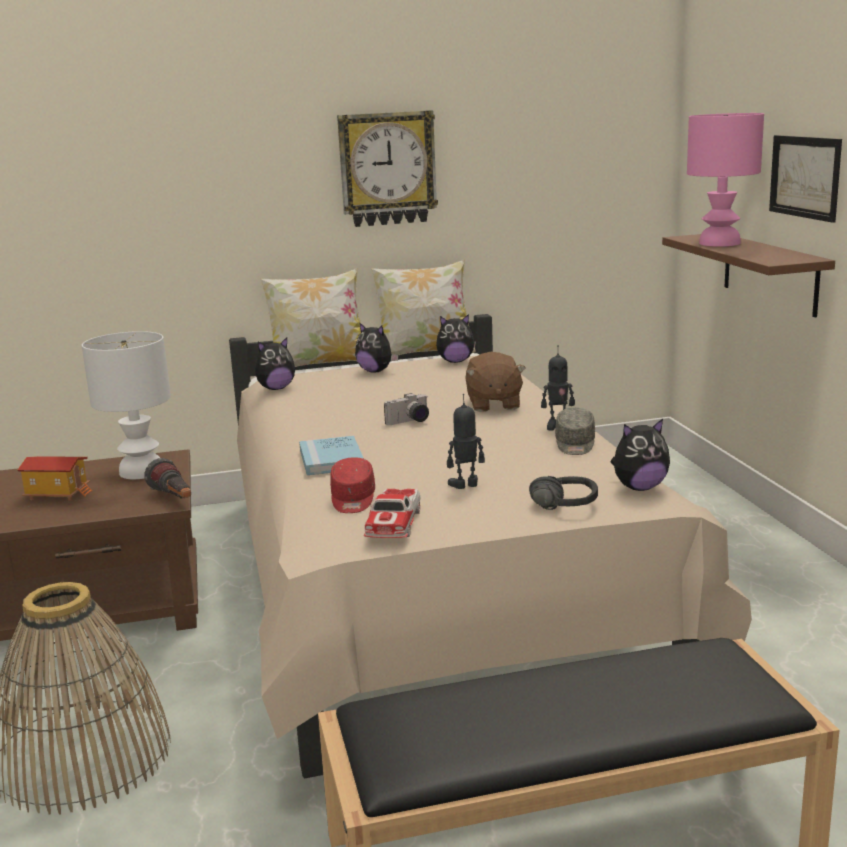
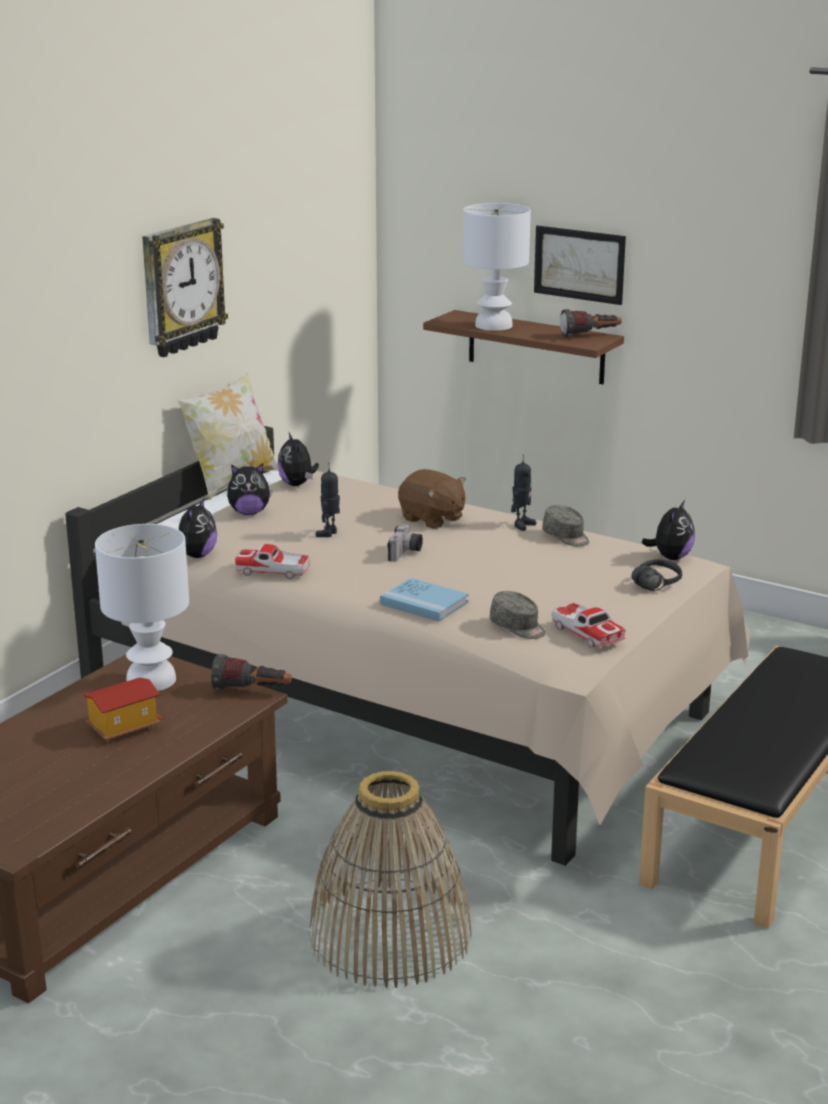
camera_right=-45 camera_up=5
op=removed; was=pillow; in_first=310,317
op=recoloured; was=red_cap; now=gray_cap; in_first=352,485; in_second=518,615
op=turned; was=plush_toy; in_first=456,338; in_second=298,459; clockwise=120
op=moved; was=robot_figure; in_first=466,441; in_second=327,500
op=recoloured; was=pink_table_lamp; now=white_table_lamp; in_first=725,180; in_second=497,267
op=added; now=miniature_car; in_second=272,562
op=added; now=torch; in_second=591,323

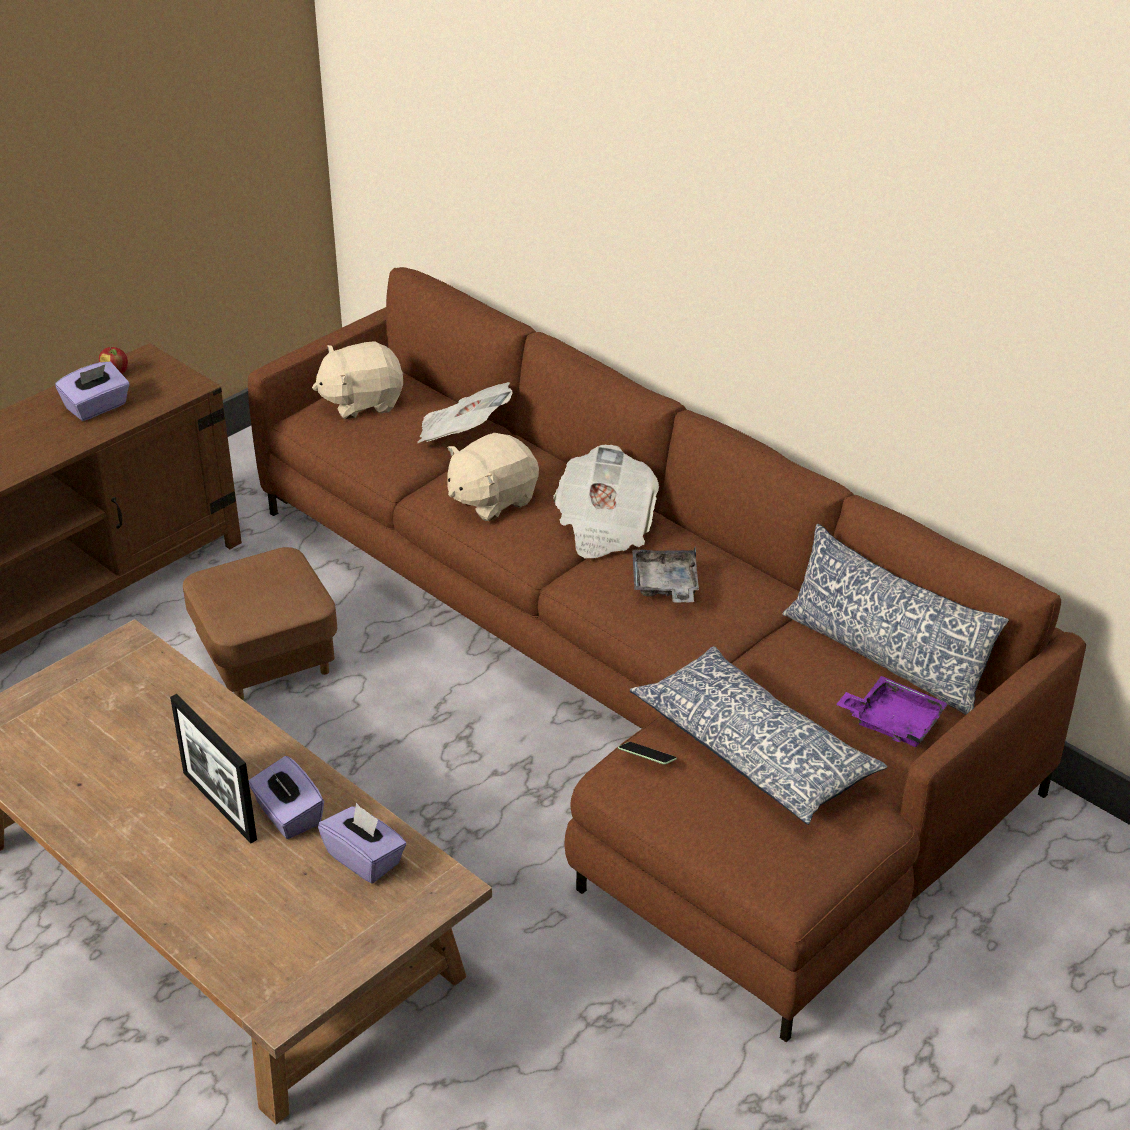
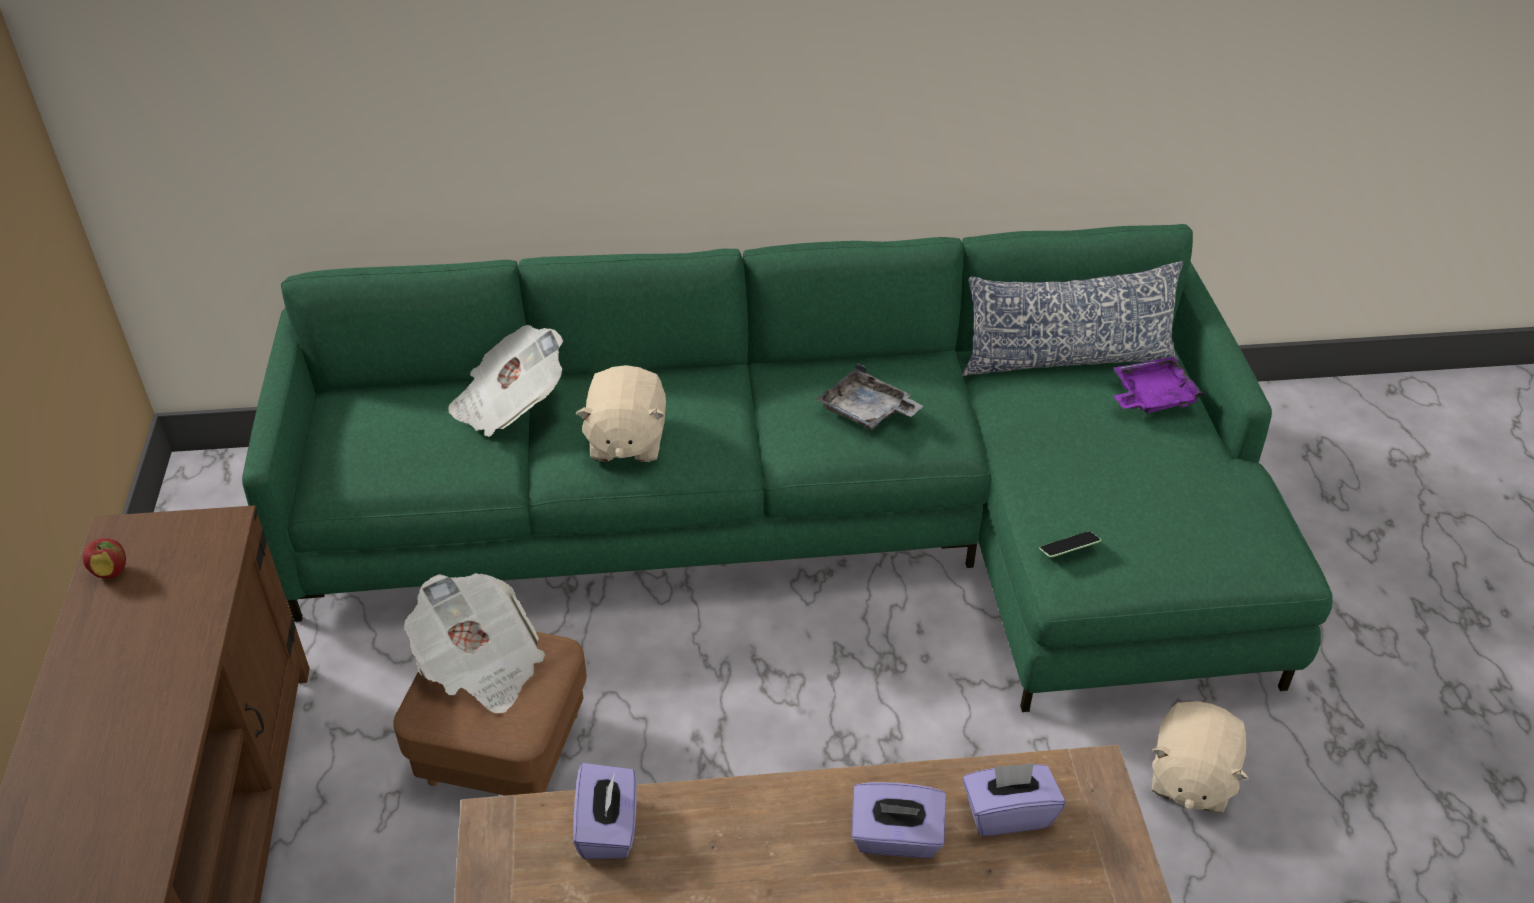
camera_right=-50 camera_up=5
op=moved; was=purple-coloured_tissue_holder; in_first=92,391; in_second=605,811
op=removed; was=standing_frame; in_first=213,768
op=recoloured; was=brown-coloured_settee; now=green_settee; in_first=667,654; in_second=787,468
op=moved; was=beige_plush_toy; in_first=357,380; in_second=1200,757
op=moved; was=newspaper; in_first=606,502; in_second=474,643
op=removed; was=pillow; in_first=758,735

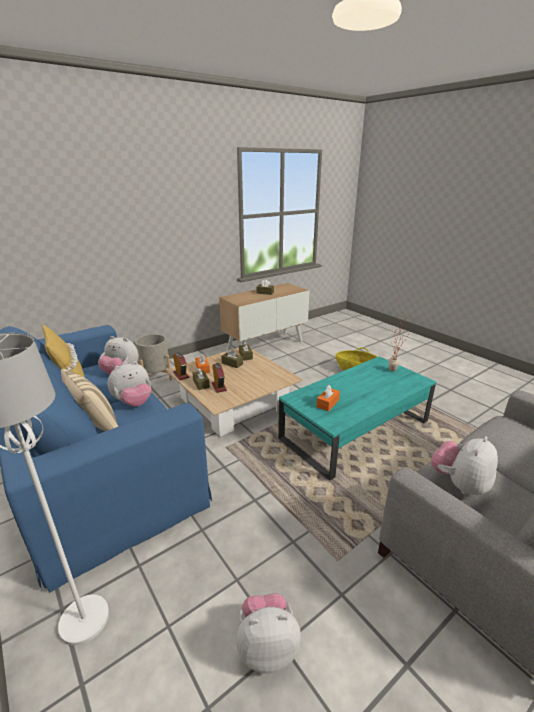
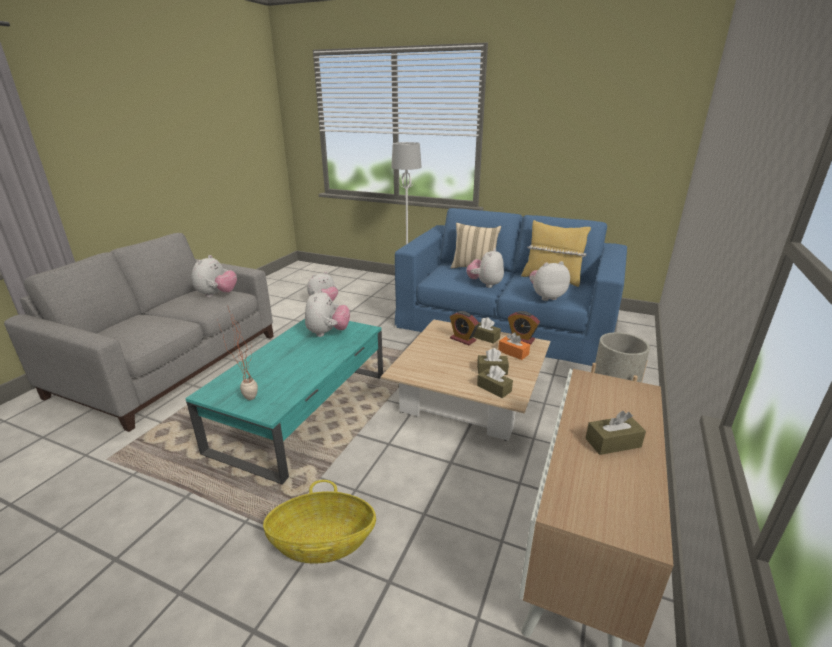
camera_right=150 camera_up=0
op=replaced; was=orange_tissue_holder; now=plush_toy; in_first=328,398; in_second=327,313

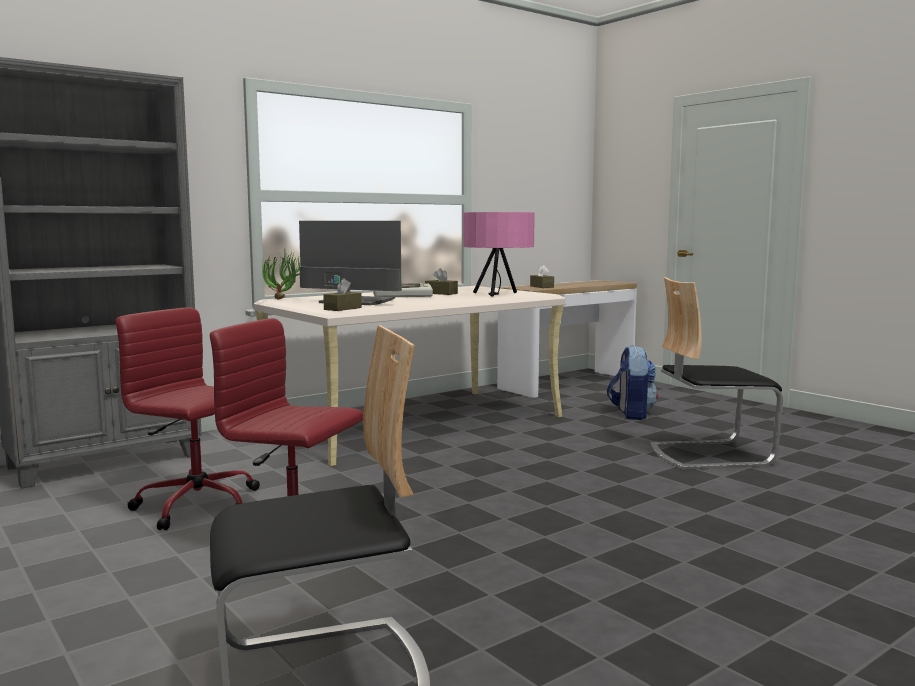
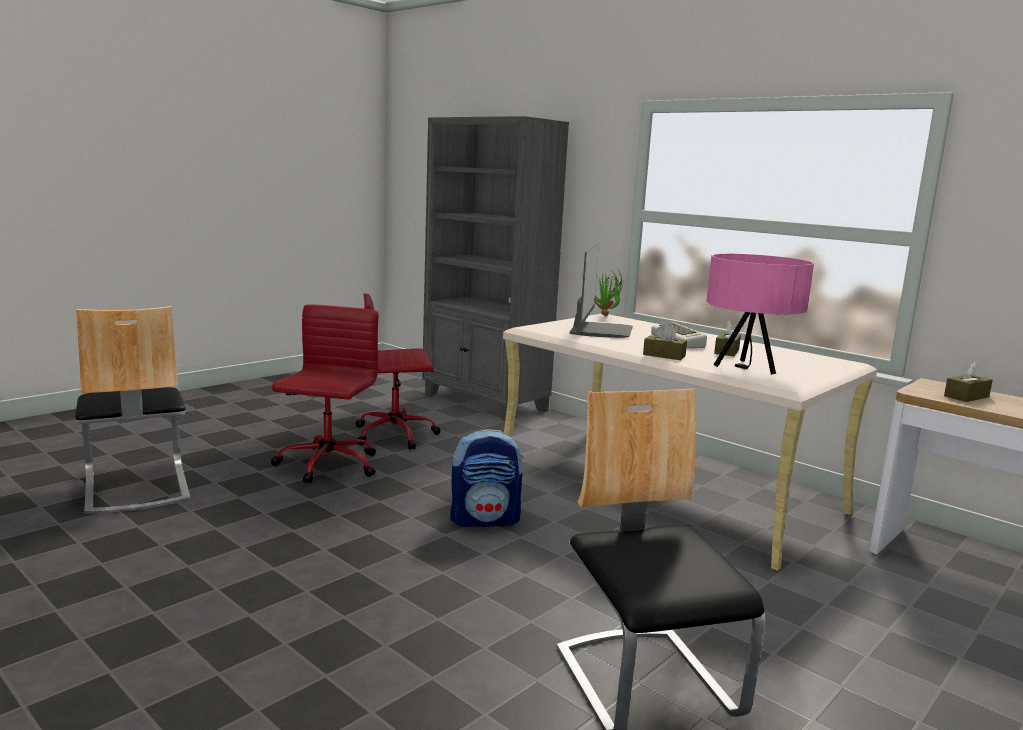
camera_right=80 camera_up=5
op=turned; was=red_office_chair; in_first=188,418; in_second=398,371; clockwise=-120
op=moved; was=brown-coloured_tissue_holder; in_first=342,294; in_second=665,342
op=moved; was=knapsack; in_first=632,382; in_second=487,478

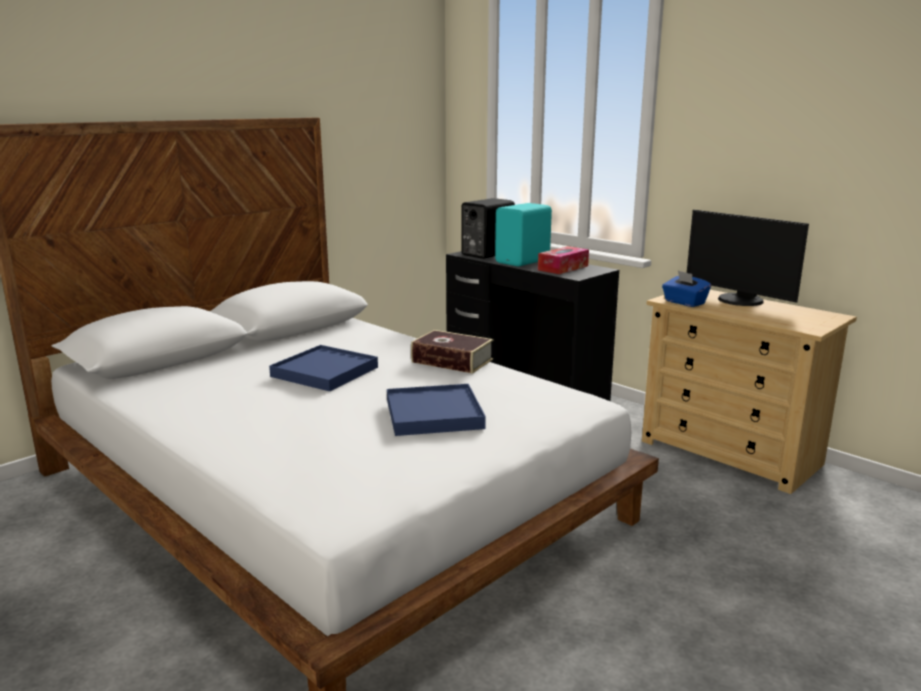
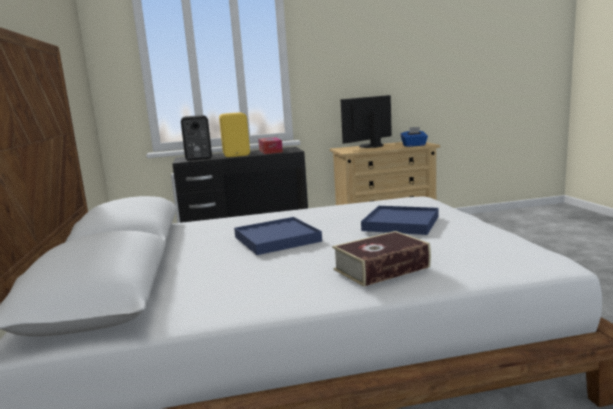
camera_right=-55 camera_up=-5
op=moved; was=bound_book; in_first=452,352; in_second=381,259
op=recoloured; was=turquoise_speaker; now=yellow-coloured_speaker; in_first=523,234; in_second=234,134
op=moved; was=blue_tissue_holder; in_first=686,289; in_second=414,137
op=turned; was=computer_screen; in_first=748,258; in_second=366,121; clockwise=150

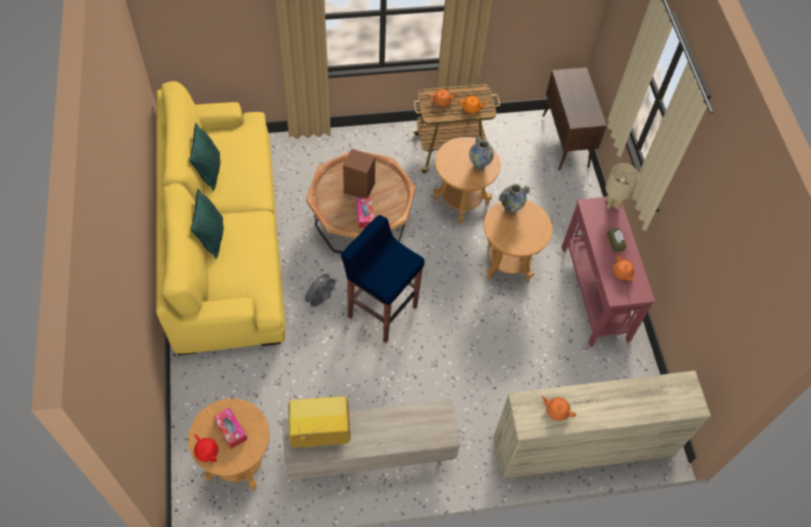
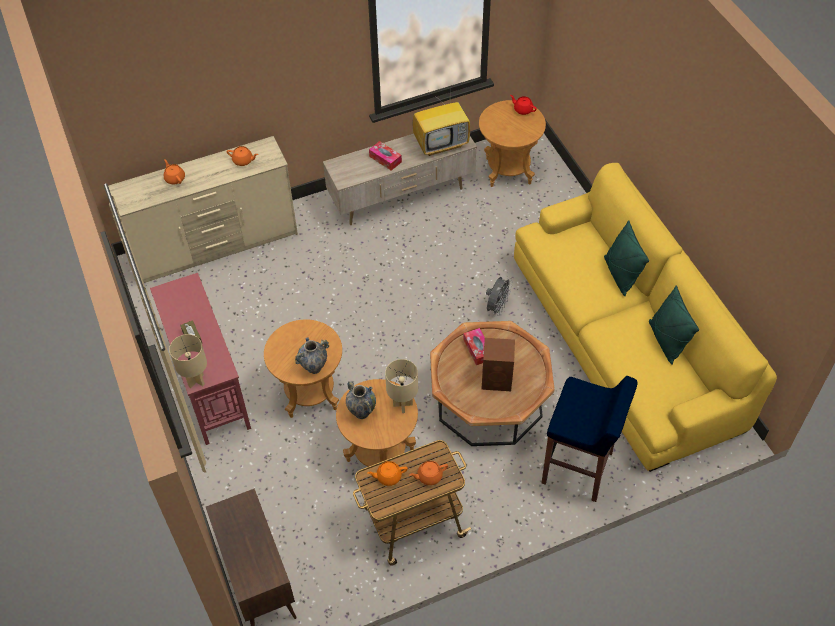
camera_right=170 camera_up=-5
op=moved; was=tissue_holder; in_first=230,428; in_second=385,156
op=moved; was=blue_stool; in_first=383,279; in_second=590,439
op=moved; was=orange_teapot; in_first=623,268; in_second=174,171
op=added; now=beige_table_lamp; in_second=401,386

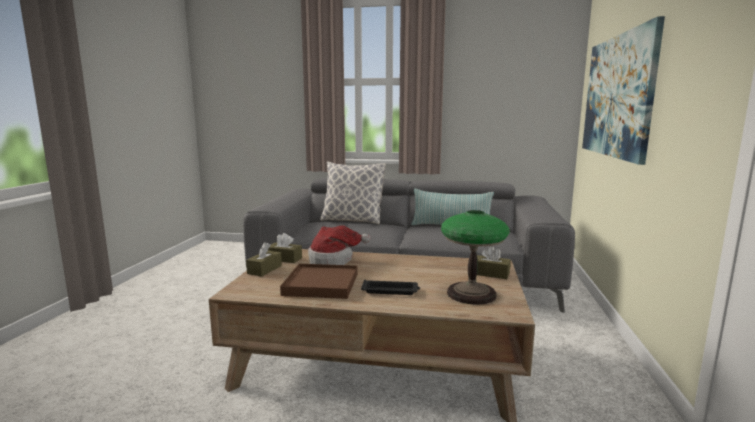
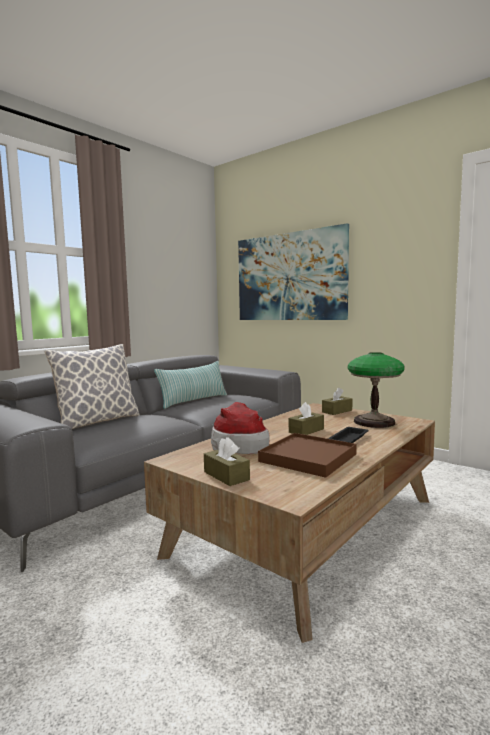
camera_right=-60 camera_up=-5
op=moved; was=brown-coloured_tissue_holder; in_first=285,248; in_second=306,418

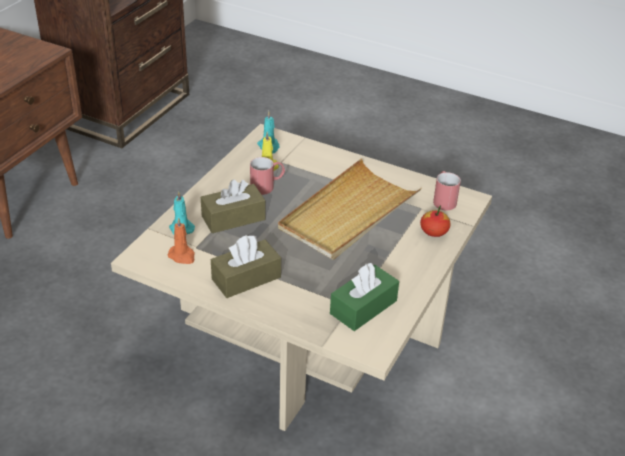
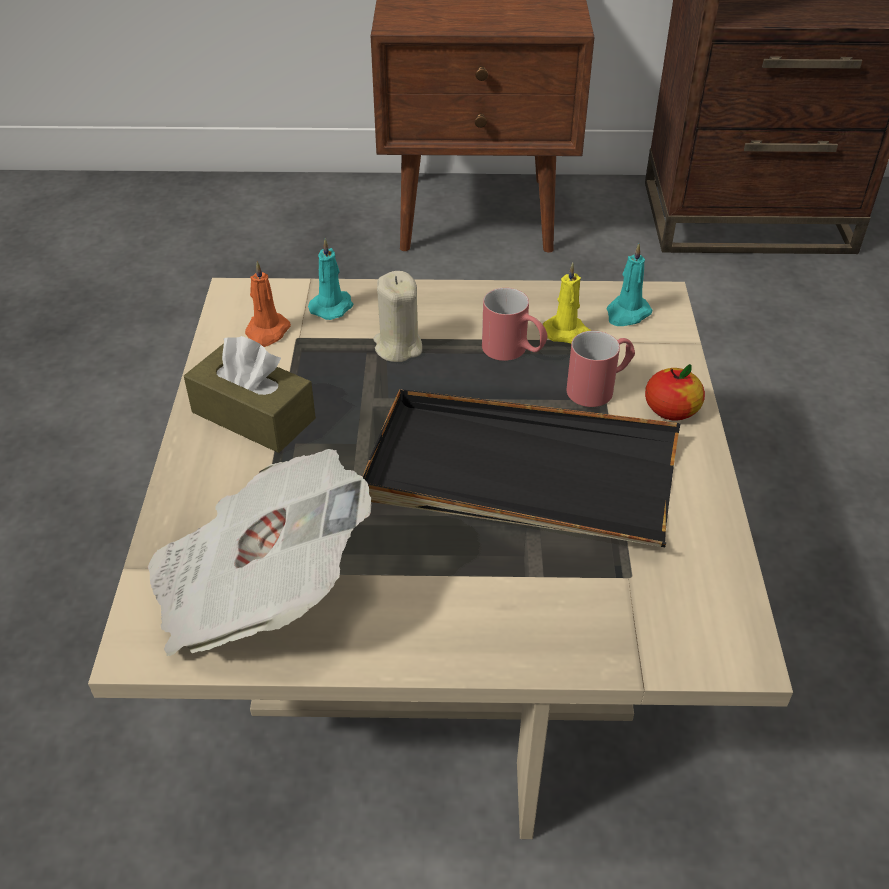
camera_right=65 camera_up=5
op=replaced; was=brown-coloured_tissue_holder; now=beige_candle; in_first=233,206; in_second=397,316
op=recoloured; was=beige_carrying_tray; now=black_carrying_tray; in_first=350,209; in_second=521,468
op=replaced; was=green_tissue_holder; now=newspaper; in_first=364,297; in_second=260,552
op=moved; was=apple_fruit; in_first=435,221; in_second=675,392
op=moved; was=red_mug; in_first=447,190; in_second=600,369

